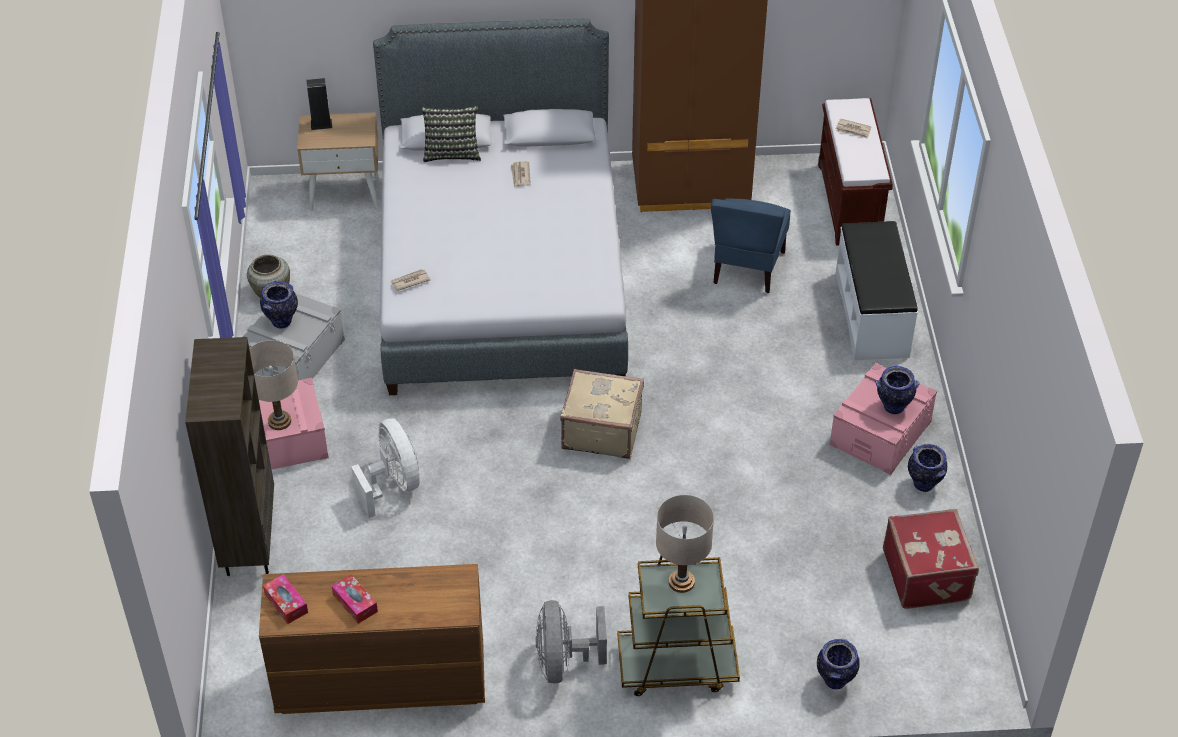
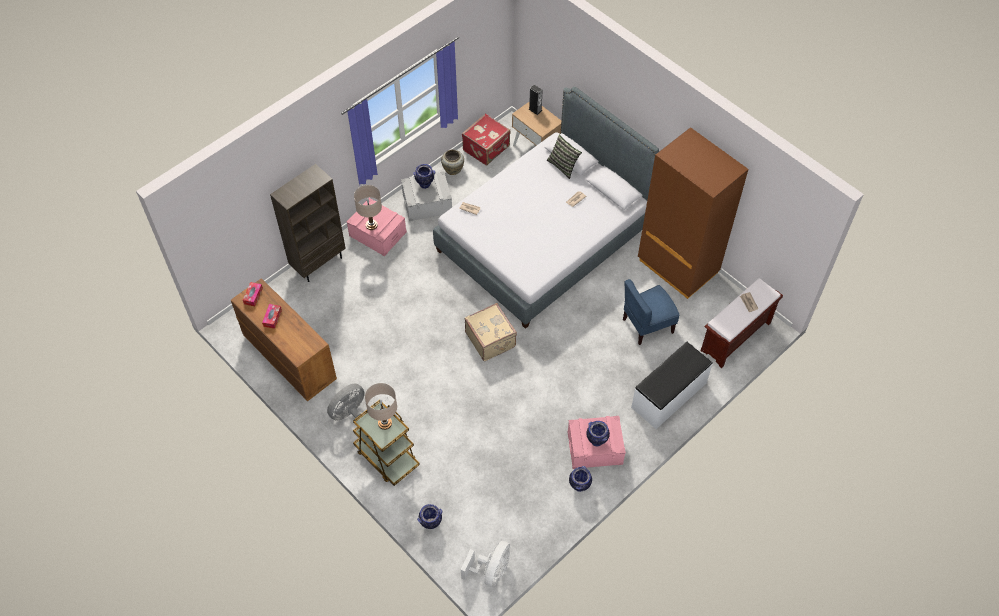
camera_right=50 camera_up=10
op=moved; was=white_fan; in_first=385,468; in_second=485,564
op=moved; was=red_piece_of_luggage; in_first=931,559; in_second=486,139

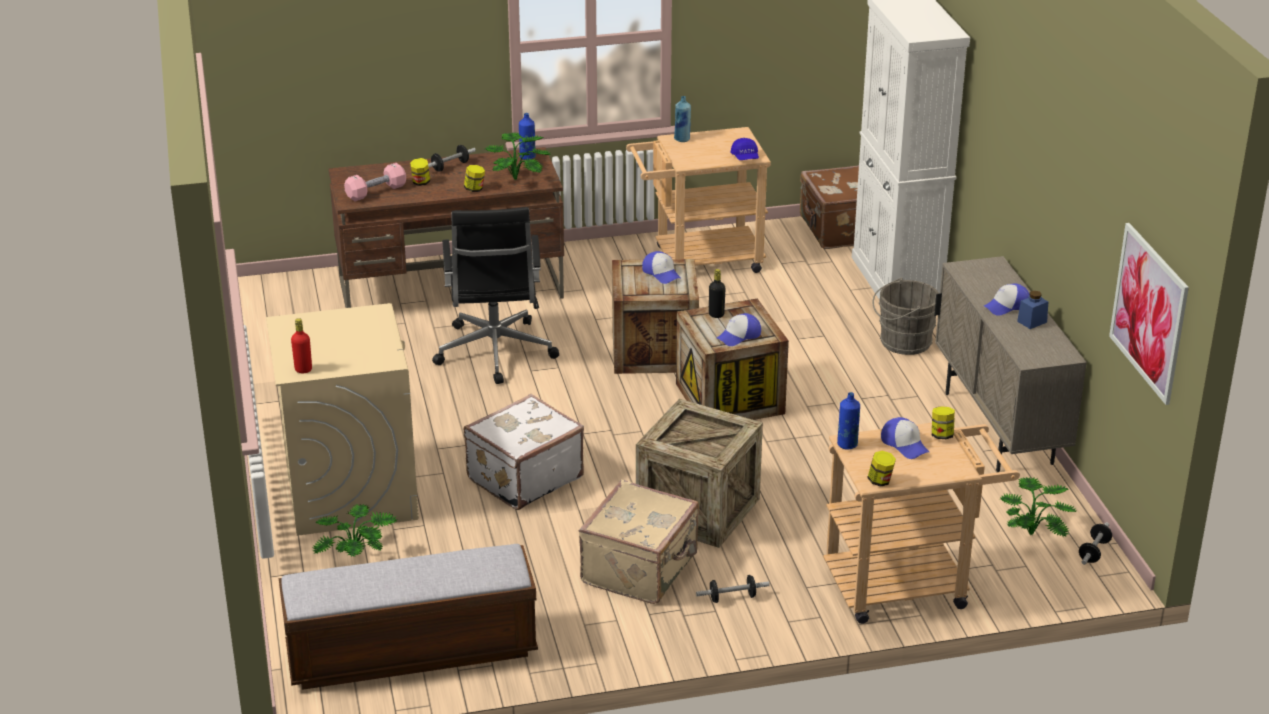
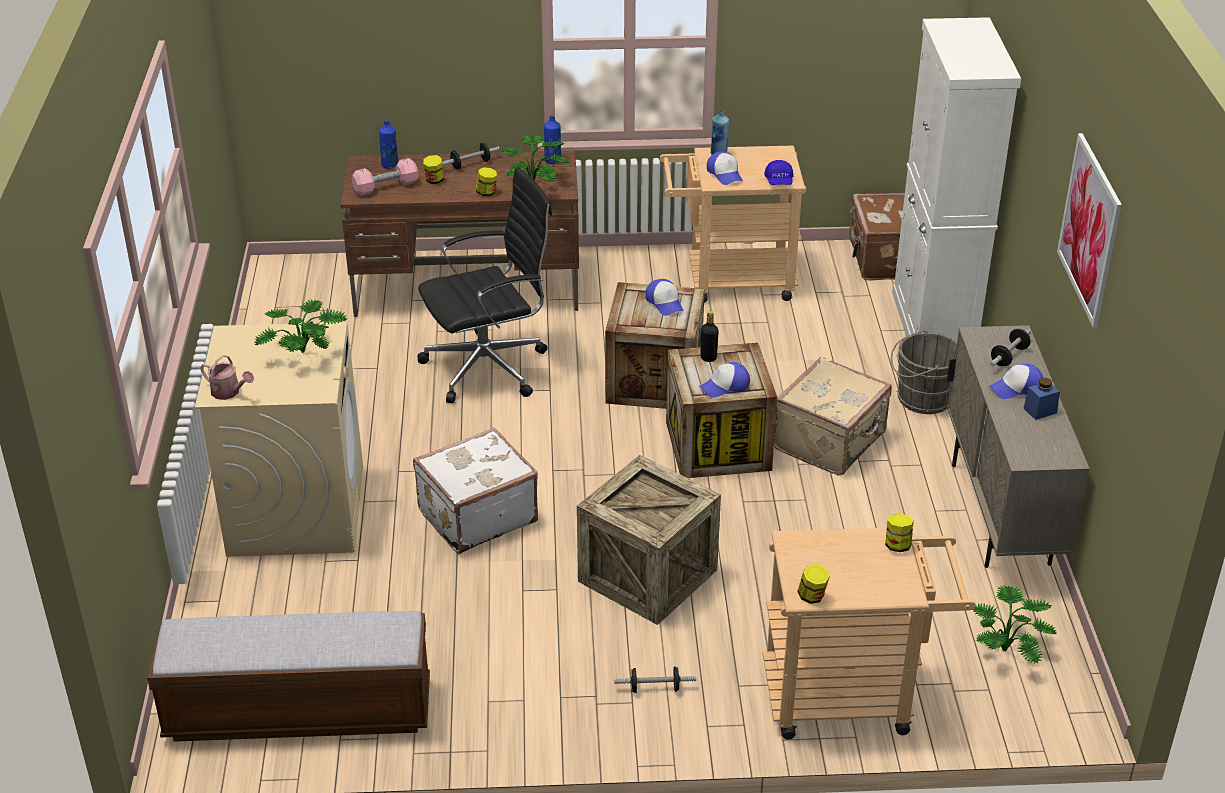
camera_right=10 camera_up=5
op=replaced; was=red_beverage_bottle; now=sprinkling_can; in_first=301,345; in_second=227,377
op=moved; was=potted_plant; in_first=355,530; in_second=300,326
op=turned; was=black_office_chair; in_first=495,295; in_second=484,285; clockwise=-120
op=moved; was=beige_piece_of_luggage; in_first=639,542; in_second=833,415
op=moved; was=blue_beverage_bottle; in_first=848,420; in_second=388,144
op=moved; was=cap; in_first=905,438; in_second=725,168
op=moved; was=dumbbell; in_first=1095,543; in_second=1010,348
op=moved; was=wall_art; in_first=1149,314; in_second=1089,230

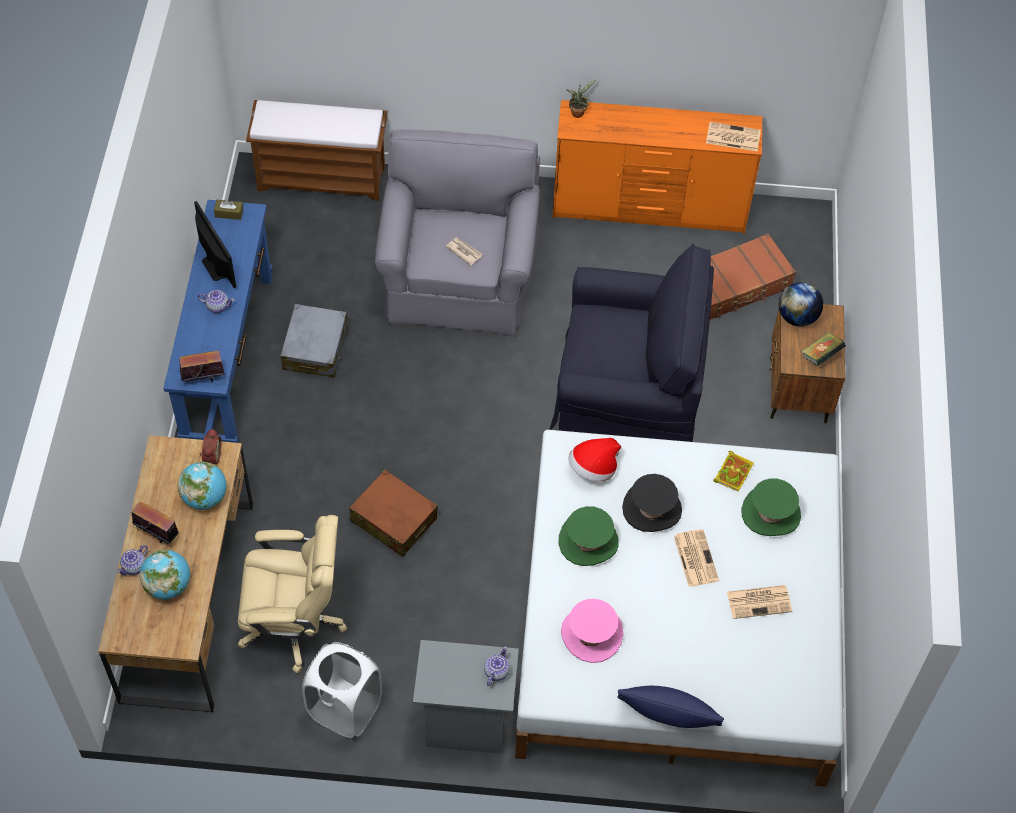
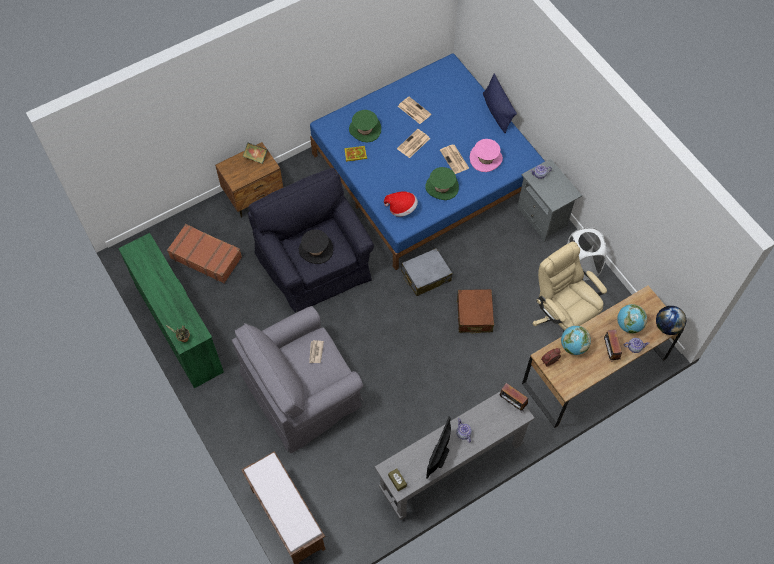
camera_right=-125 camera_up=5
op=recoloured; was=blue_hall_table; now=gray_hall_table; in_first=218,321; in_second=455,452
op=moved; was=gray_piece_of_luggage; in_first=314,341; in_second=426,272
op=recoloured; was=white_sleeping_bed; now=blue_sleeping_bed; in_first=679,608; in_second=427,161
op=recoloured; was=orange_drawer_chest; now=green_drawer_chest; in_first=657,167; in_second=171,310
op=moved; was=black_wearable_hat; in_first=652,503; in_second=316,246
op=moved; was=newspaper; in_first=733,136; in_second=454,159
op=moved; was=desk_globe; in_first=801,304; in_second=671,320

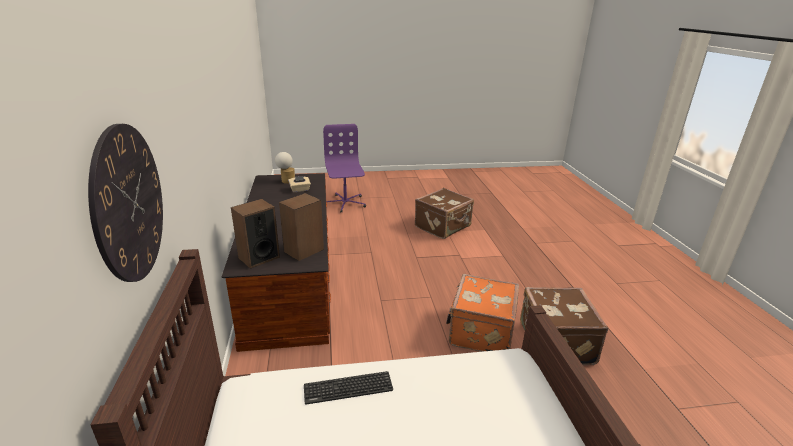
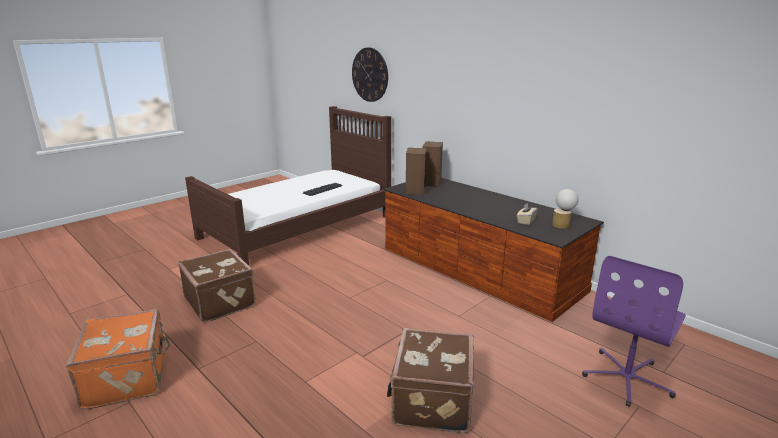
camera_right=145 camera_up=-5
op=turned; was=purple-coloured_office_chair; in_first=344,168; in_second=634,331; clockwise=90
op=moved; was=orange_piece_of_luggage; in_first=482,313; in_second=118,359

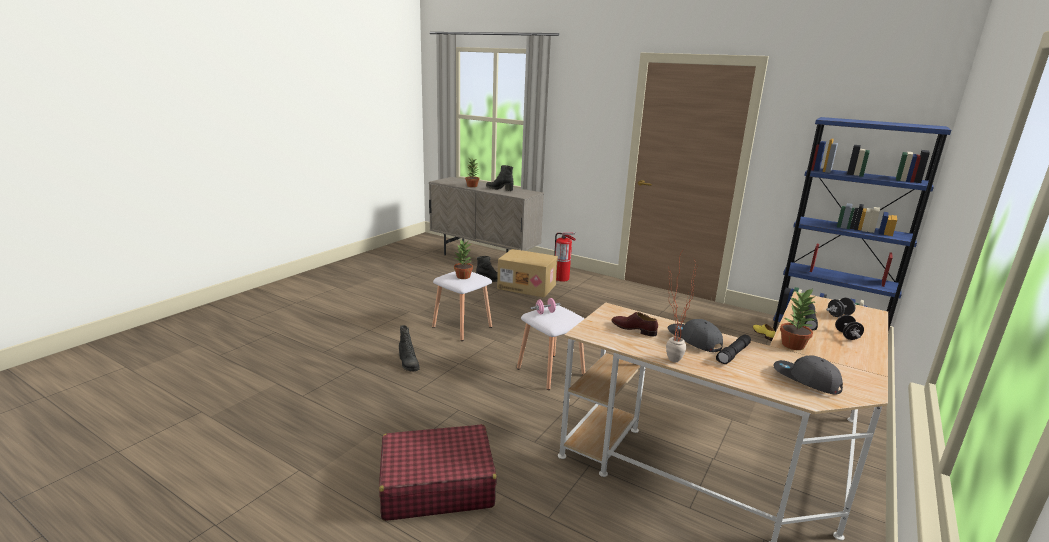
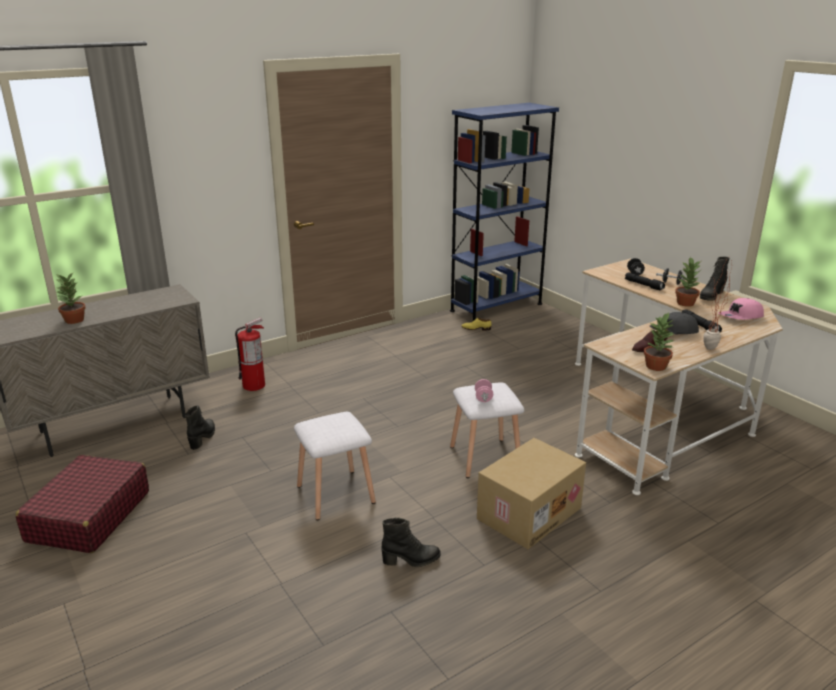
camera_right=-65 camera_up=5
op=moved; was=red_piece_of_luggage; in_first=438,472; in_second=82,504
op=moved; was=potted_plant; in_first=463,259; in_second=658,342
op=moved; was=black_tall_boot; in_first=500,178; in_second=714,279
op=moved; was=cardboard_box; in_first=527,273; in_second=531,493
op=recoloured; was=gray_cap; now=pink_cap; in_first=808,375; in_second=741,309

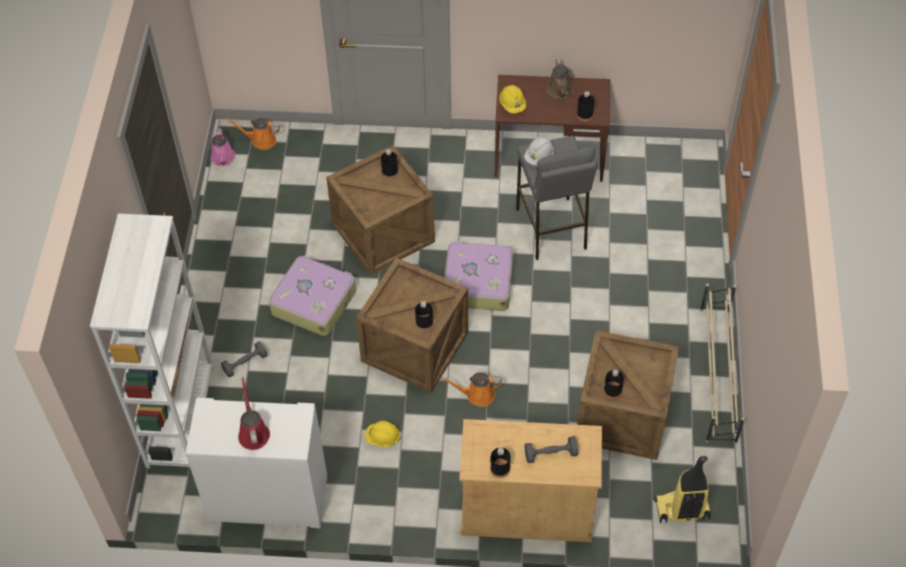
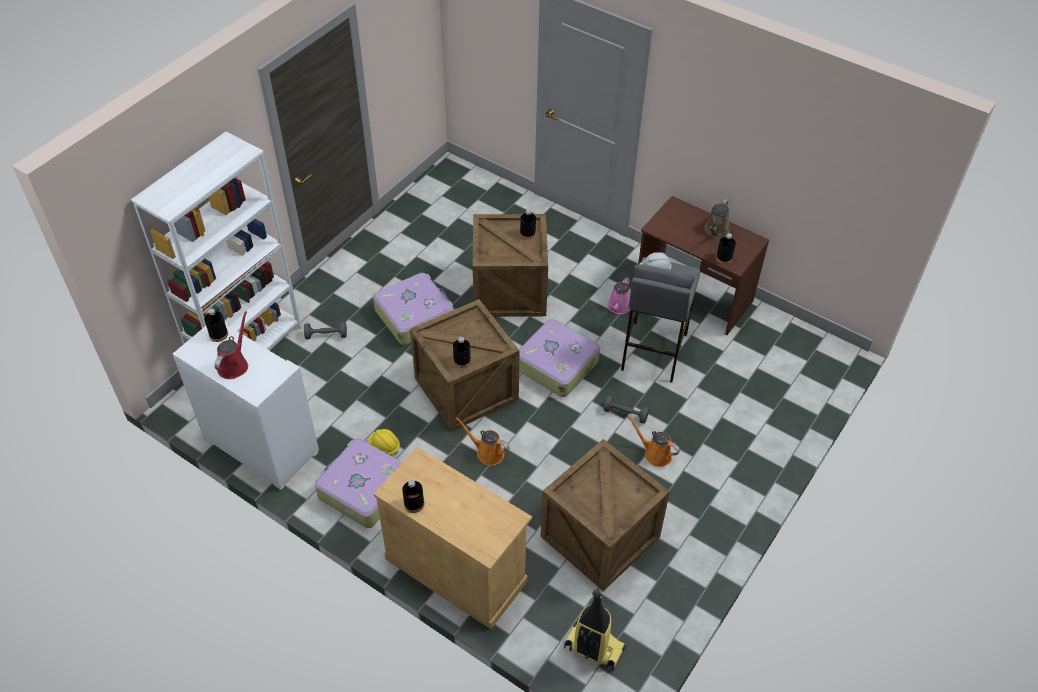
camera_right=30 camera_up=-5
op=moved; was=pink_sprinkling_can; in_first=223,147; in_second=618,295
op=moved; was=orange_sprinkling_can; in_first=252,134; in_second=654,441
op=removed; was=yellow-coloured_safety_helmet; in_first=512,99
op=moved; was=gray_dumbbell; in_first=551,449; in_second=626,409
op=moved; was=black_beverage_bottle; in_first=613,384; in_second=216,325
op=removed; was=beige_shoe_stand; in_first=722,363
op=added; now=piece_of_luggage; in_second=359,483

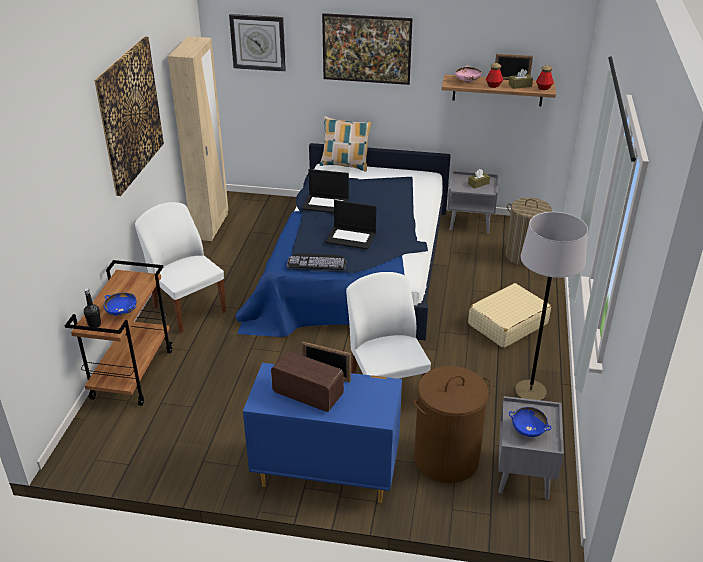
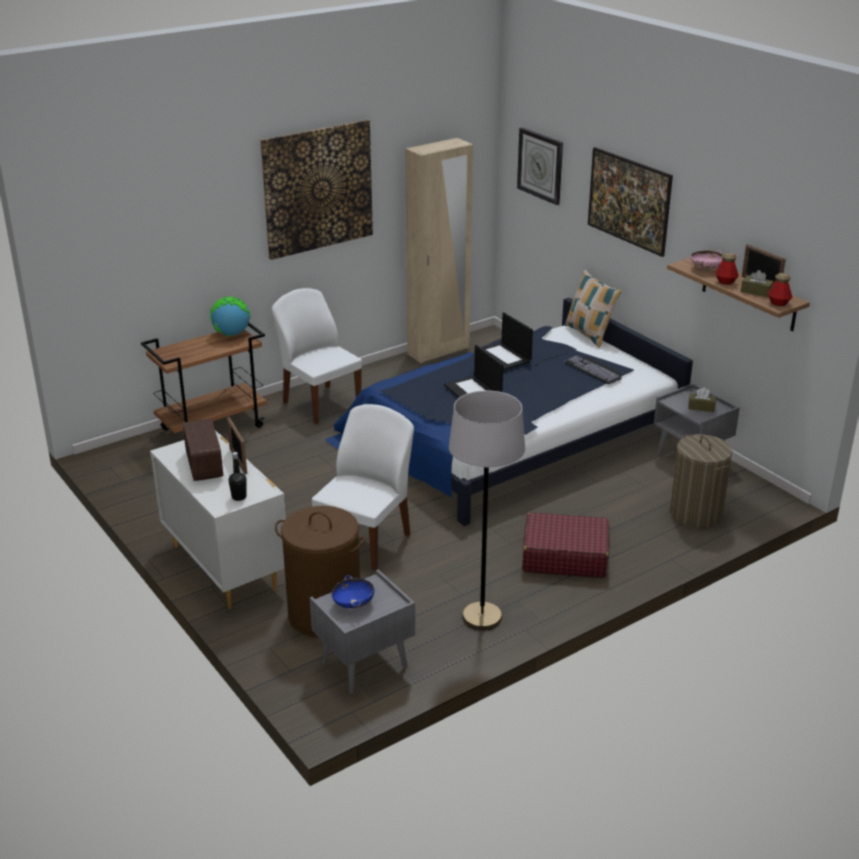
camera_right=45 camera_up=-5
op=moved; was=black_beverage_bottle; in_first=92,308; in_second=237,476
op=removed; was=blue_bowl; in_first=120,304
op=turned; was=white_plain_chair; in_first=180,267; in_second=317,356; clockwise=-45
op=recoloured; was=blue_drawer_chest; now=white_drawer_chest; in_first=322,433; in_second=218,519
op=moved; was=computer_keyboard; in_first=317,261; in_second=593,370
op=recoloured; was=beige_piece_of_luggage; now=red_piece_of_luggage; in_first=509,315; in_second=565,545
op=added; now=desk_globe; in_second=230,316

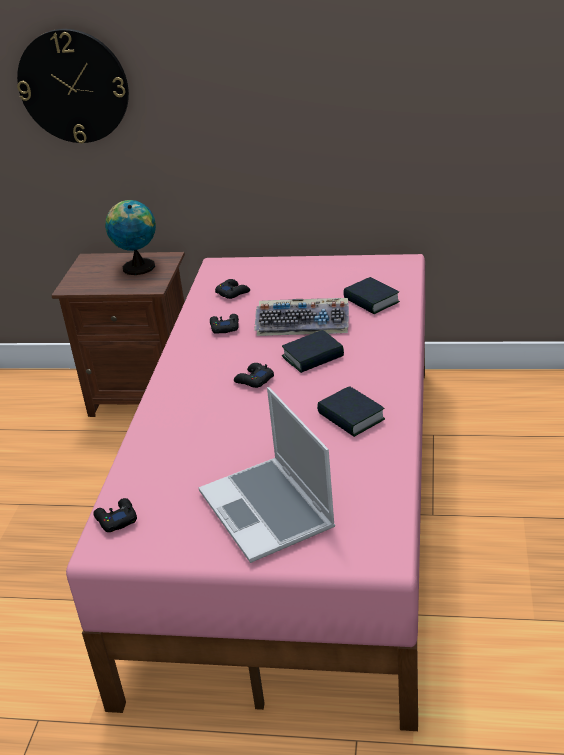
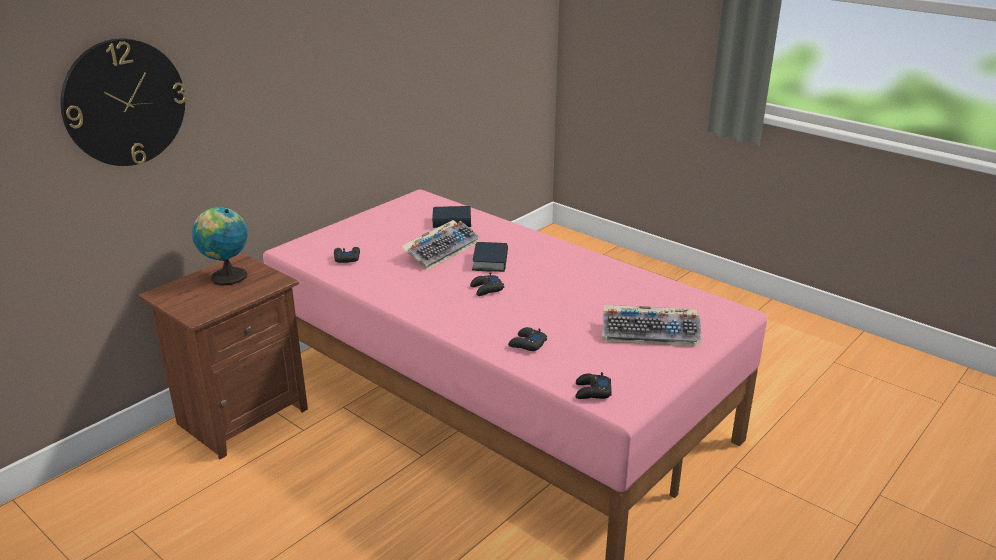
camera_right=-60 camera_up=-5
op=replaced; was=notebook_computer; now=computer_keyboard; in_first=266,475; in_second=652,325
op=moved; was=black_joypad; in_first=224,324; in_second=527,339
op=removed; was=bound_book; in_first=351,411

